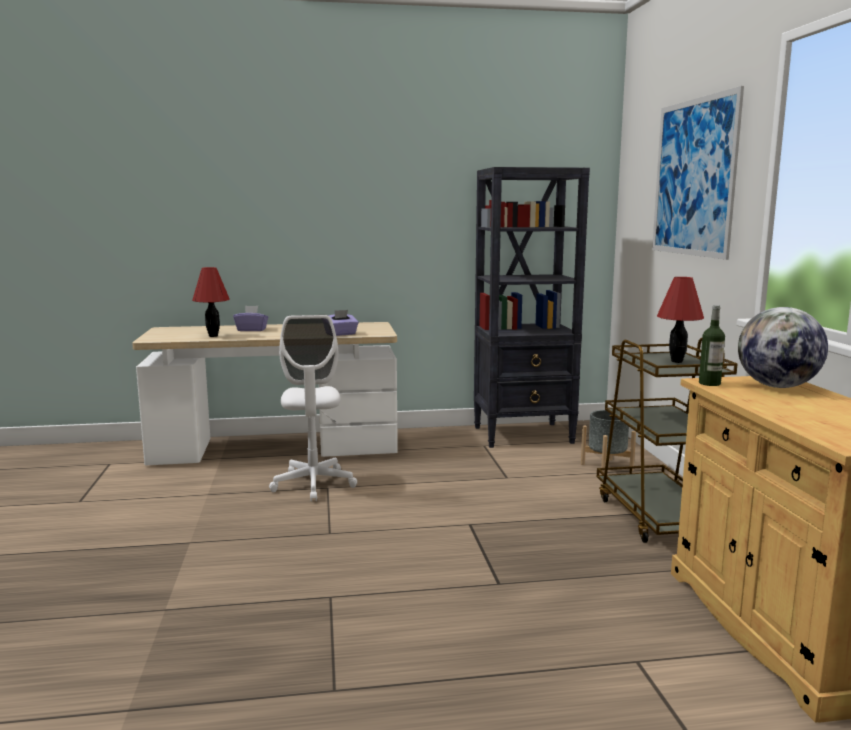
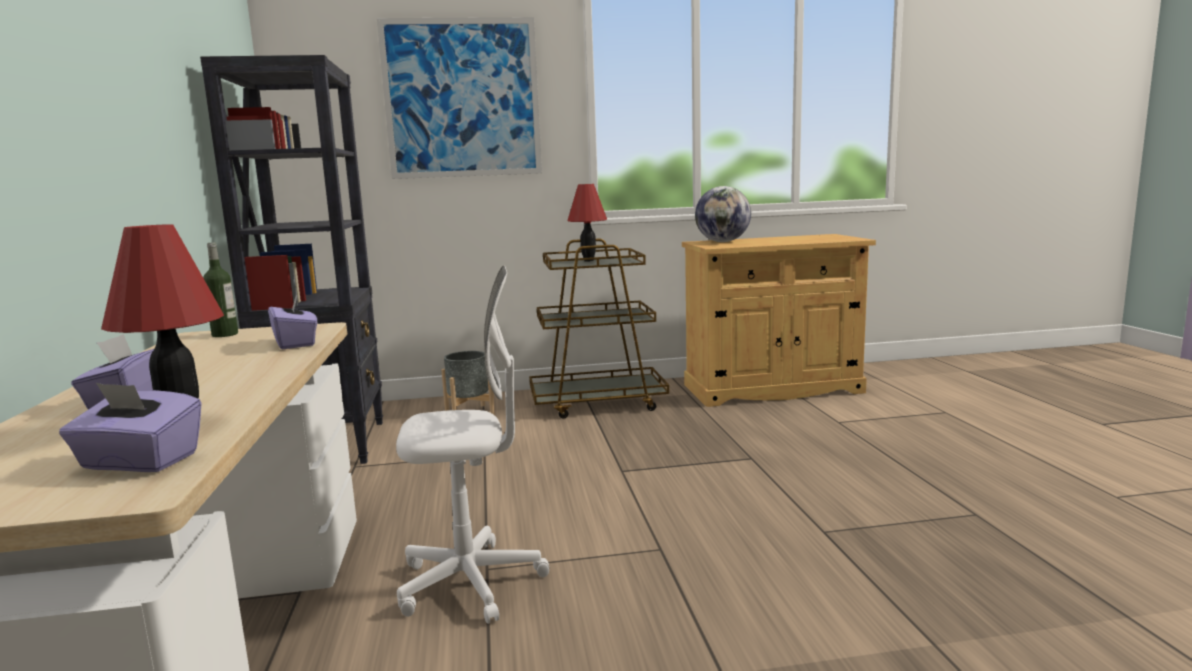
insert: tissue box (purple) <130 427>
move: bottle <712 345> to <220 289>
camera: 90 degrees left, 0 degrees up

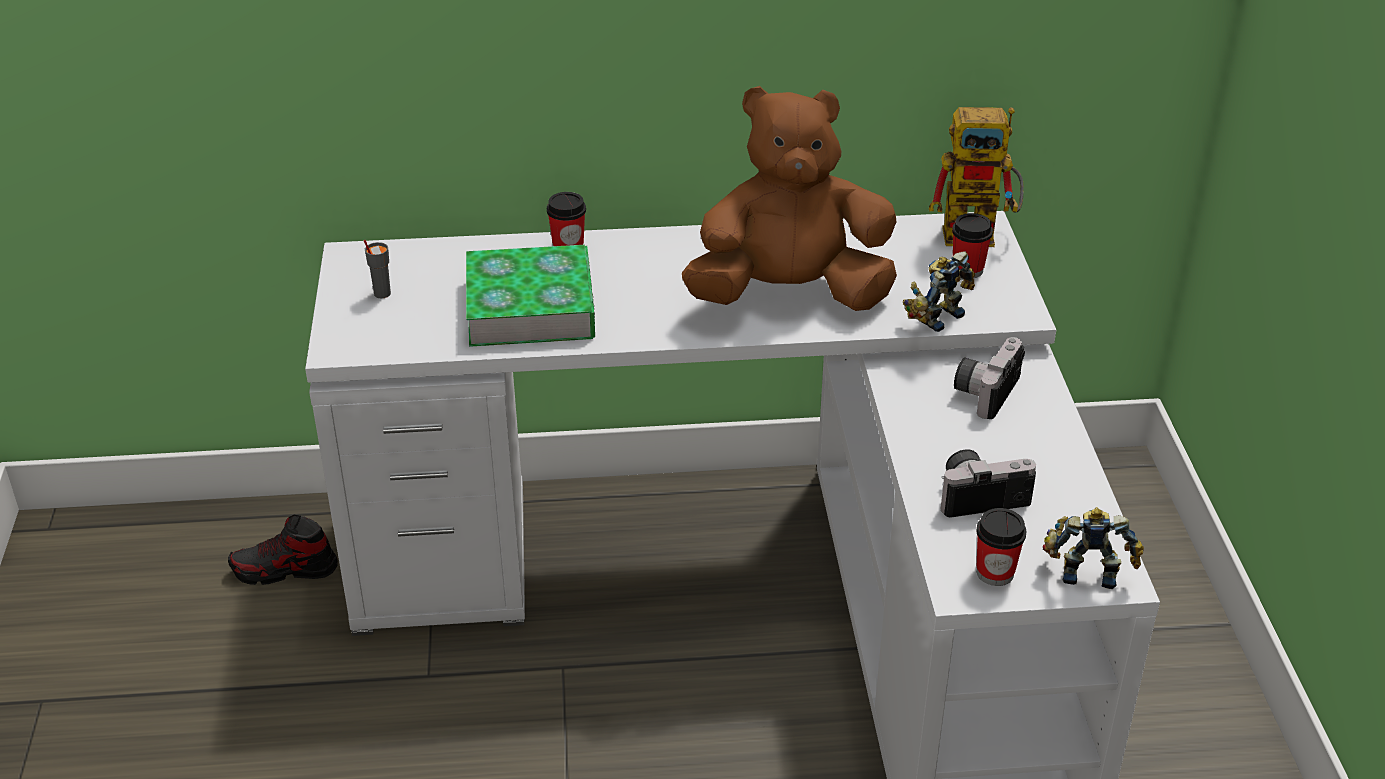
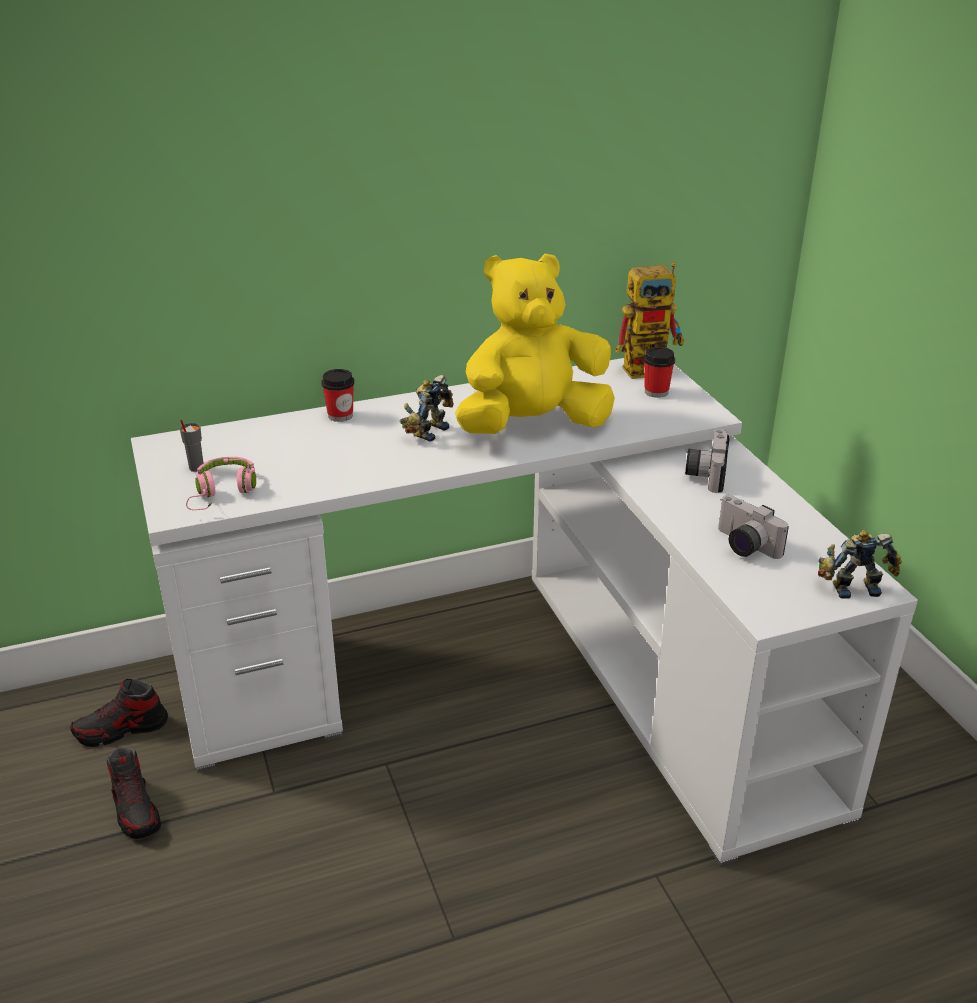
delete: book <530 296>; cup <1001 547>
insert: shoe <133 793>; headphones (pink) <221 483>
move: toy robot <939 291> to <427 408>
recolor: plush toy (brown) <789 198> to plush toy (yellow) <535 344>
rotate: photo camera <988 483> = <753 527> 105 degrees counterclockwise
camera: 15 degrees left, 5 degrees down

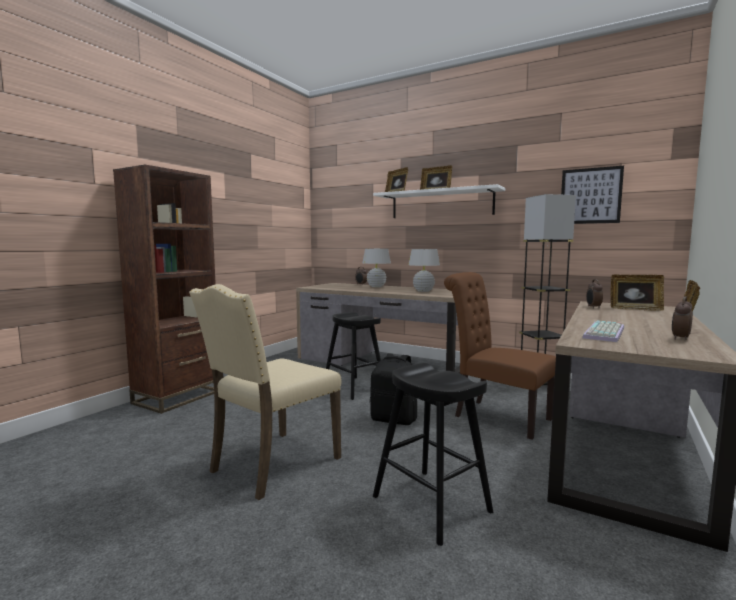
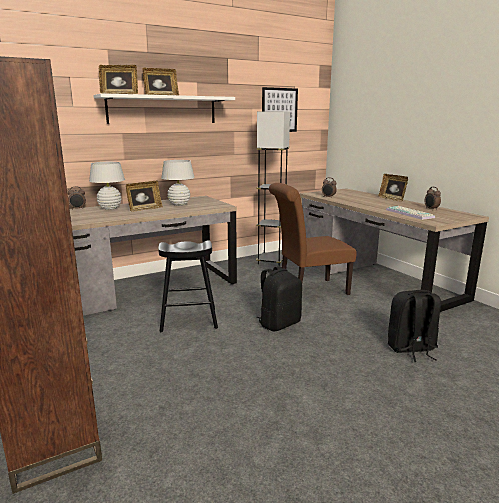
delete: chair (beige) <265 392>
move: picture frame <637 292> to <144 196>
replace: stool (black) <433 454> to backpack (black) <414 326>
camera: 60 degrees left, 10 degrees up

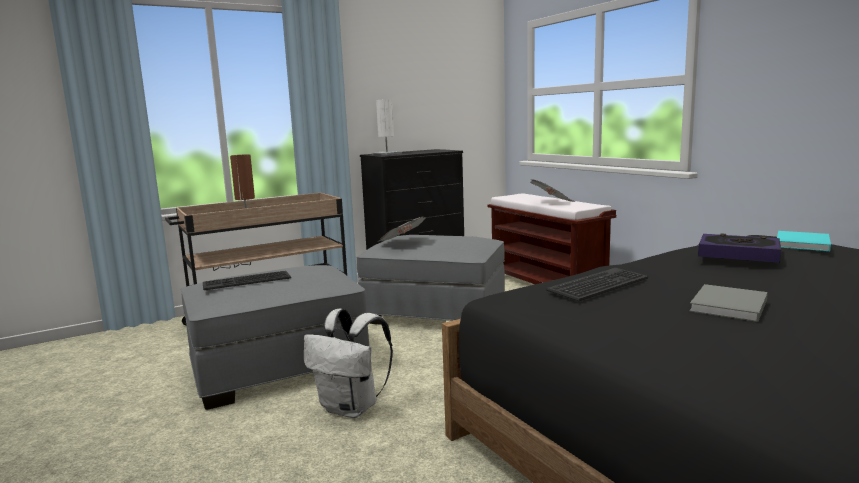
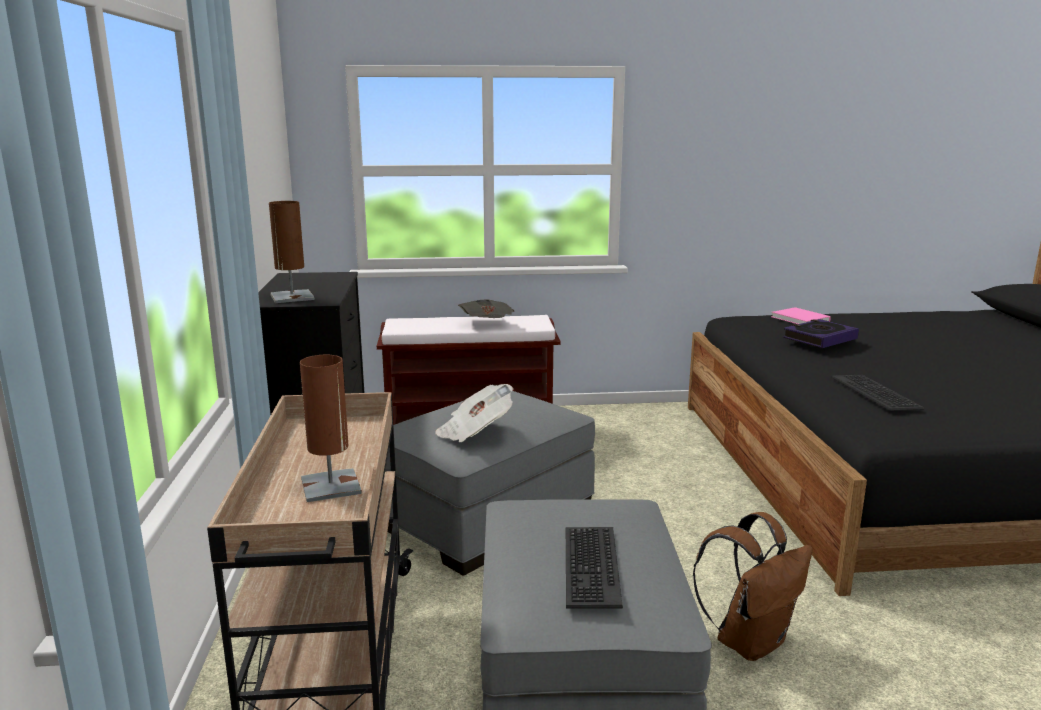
delete: book (grey) <728 303>
recolor: backpack (white) <348 363> to backpack (brown) <753 586>; table lamp (white) <387 127> to table lamp (brown) <291 252>; book (turquoise) <804 241> to book (pink) <801 315>
camera: 65 degrees left, 5 degrees up

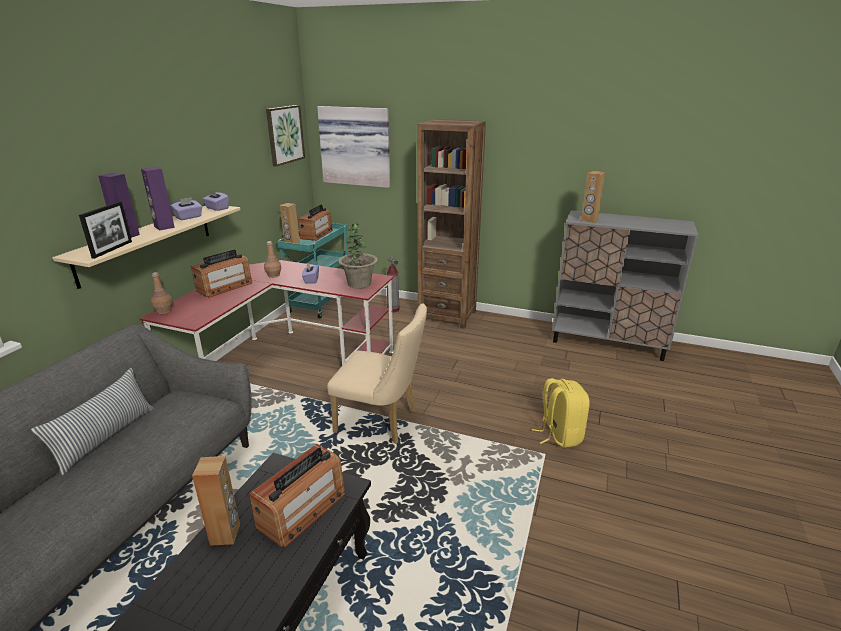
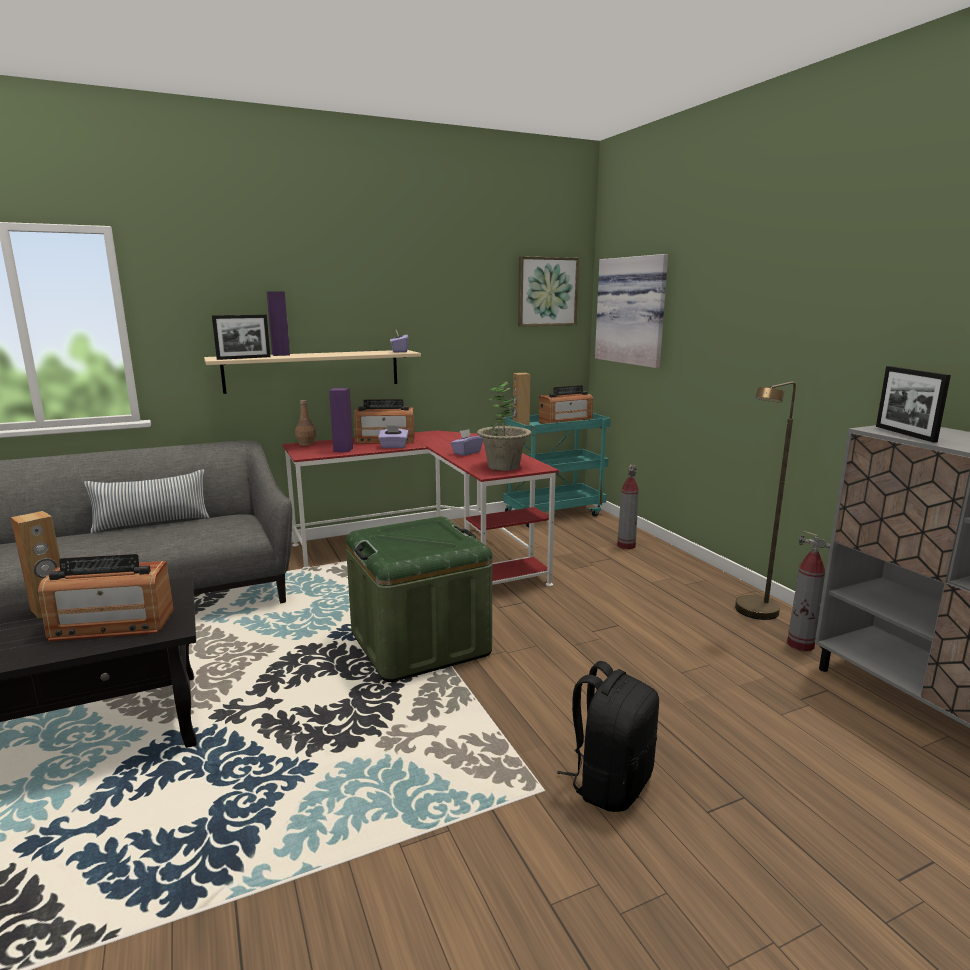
delete: bottle (brown) <272 259>; bookcase (brown) <451 224>
insert: floor lamp (brown) <765 501>; fire extinguisher <808 591>
move: speaker (purple) <158 199> to <341 420>; tissue box (purple) <186 208> to <393 436>
replace: chair (beige) <377 373> to storage box (green) <419 599>; speaker (brown) <593 197> to picture frame <913 404>
recolor: backpack (yellow) <561 413> to backpack (black) <608 736>
camera: 45 degrees right, 10 degrees down

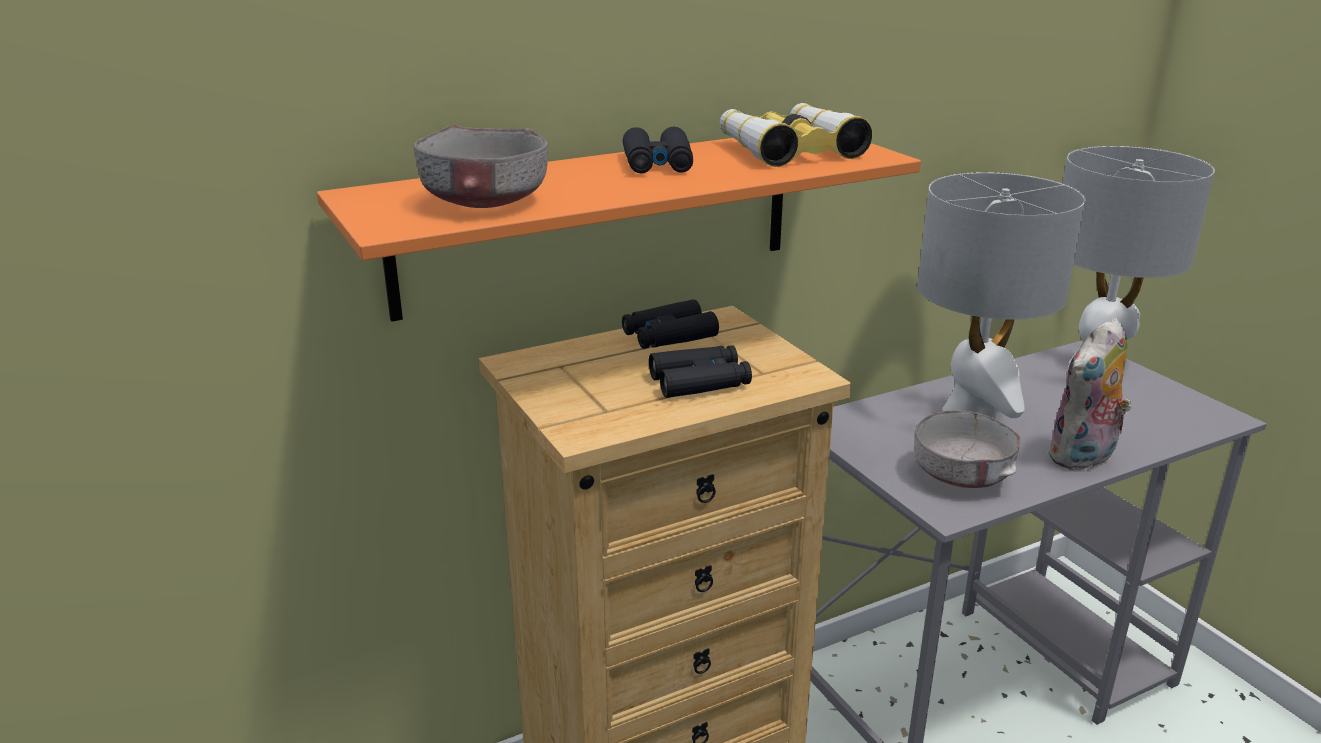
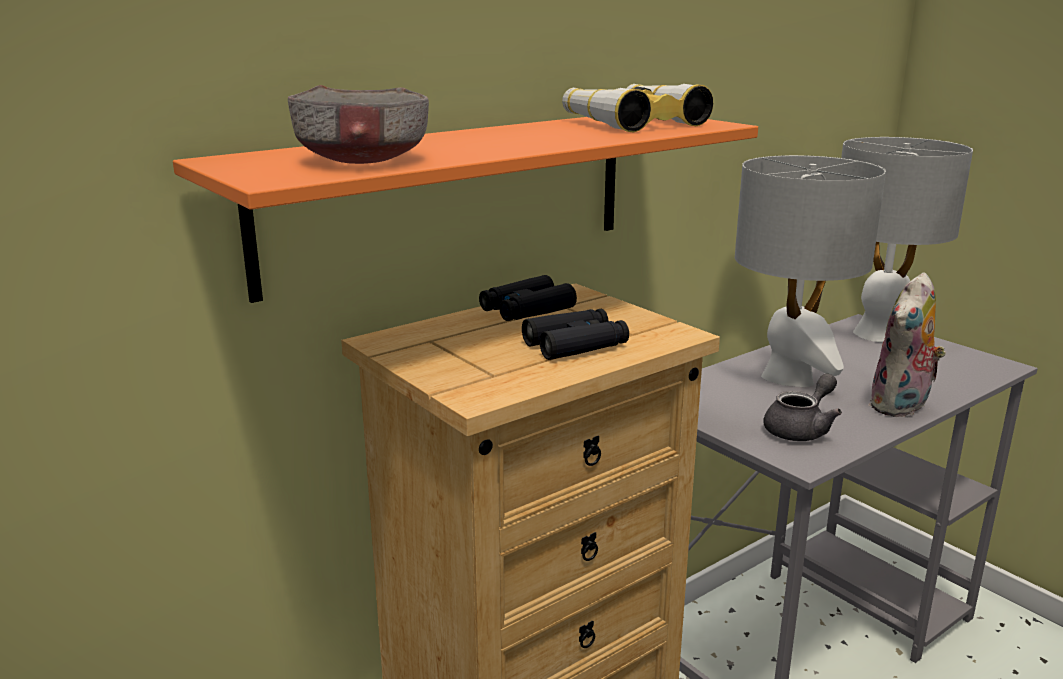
delete: binoculars (black) <658 150>
replace: bowl (grey) <967 449> to teapot (grey) <802 407>
camera: 10 degrees left, 5 degrees down

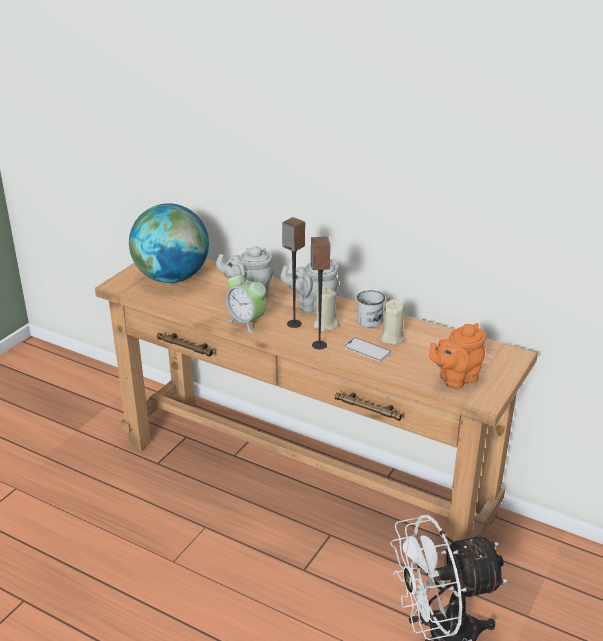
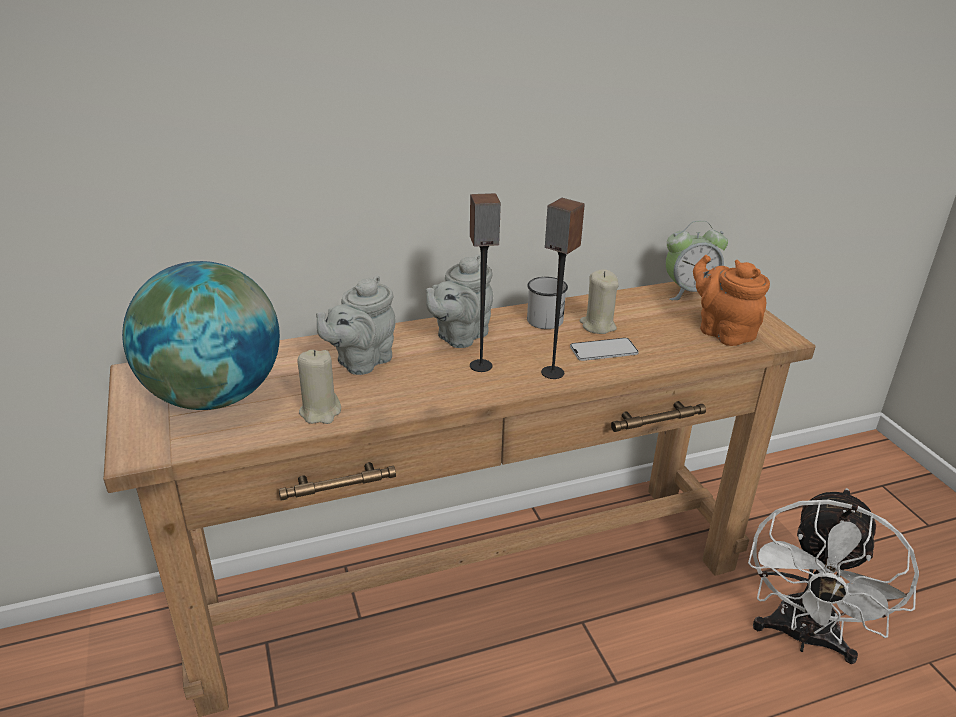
move: alarm clock <246 302> to <697 260>; candle (beige) <326 310> to <319 387>
rotate: teapot (orange) <457 356> = <731 300> 135 degrees clockwise
camera: 50 degrees left, 0 degrees up

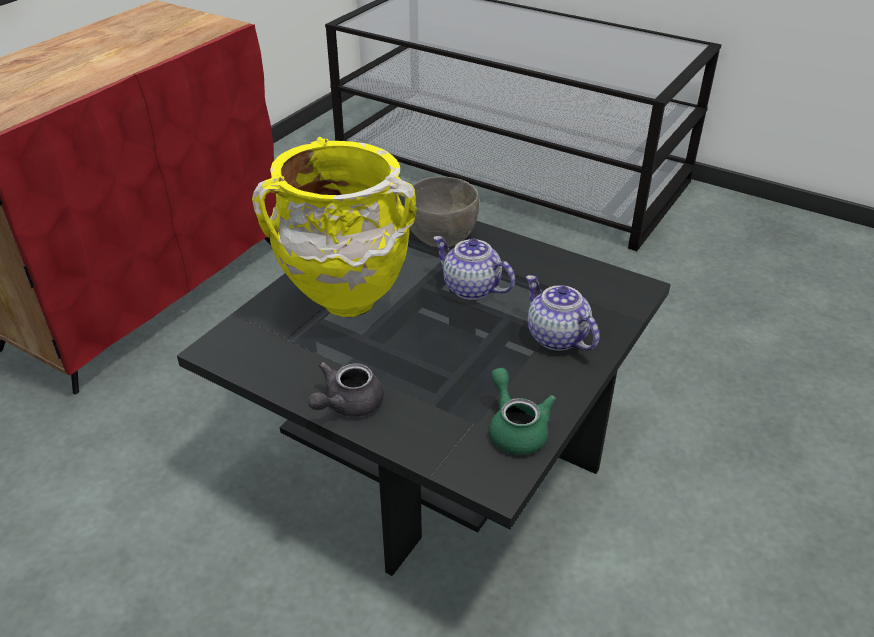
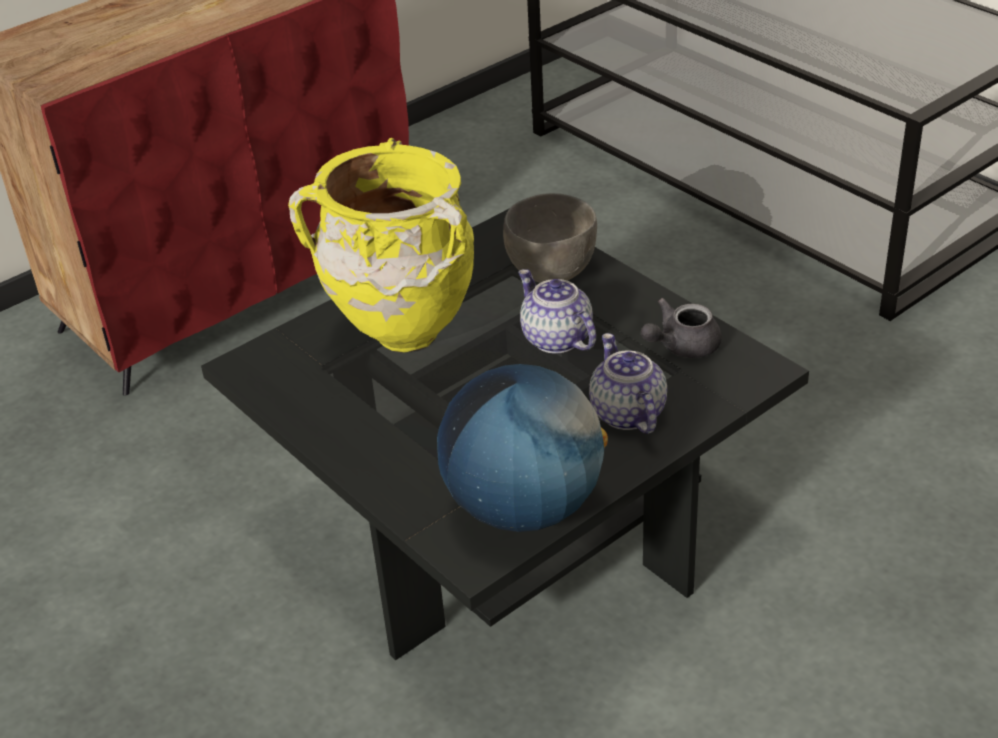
move: teapot (grey) <346 389> to <681 328>
replace: teapot (green) <523 411> to globe <522 448>
camera: 20 degrees right, 0 degrees up

